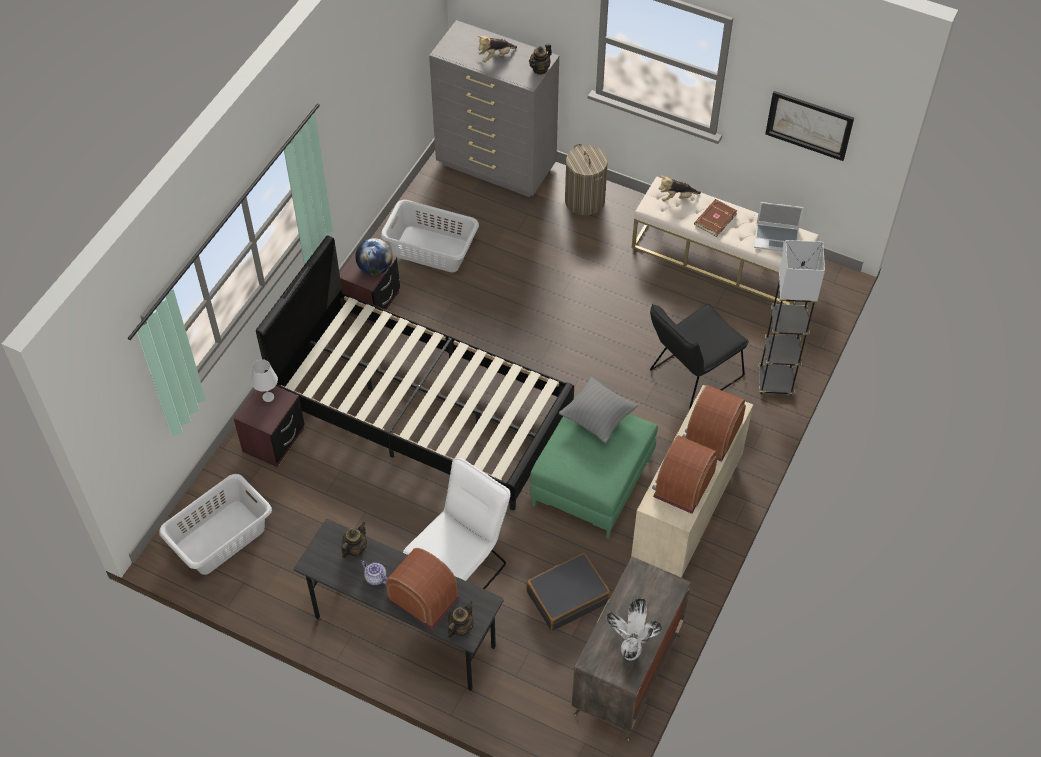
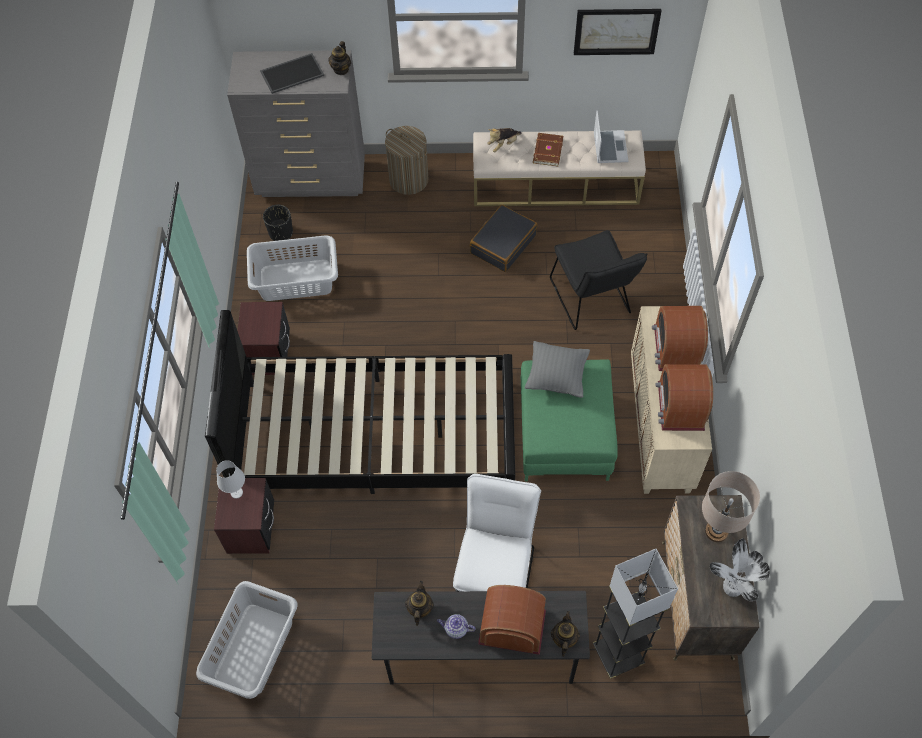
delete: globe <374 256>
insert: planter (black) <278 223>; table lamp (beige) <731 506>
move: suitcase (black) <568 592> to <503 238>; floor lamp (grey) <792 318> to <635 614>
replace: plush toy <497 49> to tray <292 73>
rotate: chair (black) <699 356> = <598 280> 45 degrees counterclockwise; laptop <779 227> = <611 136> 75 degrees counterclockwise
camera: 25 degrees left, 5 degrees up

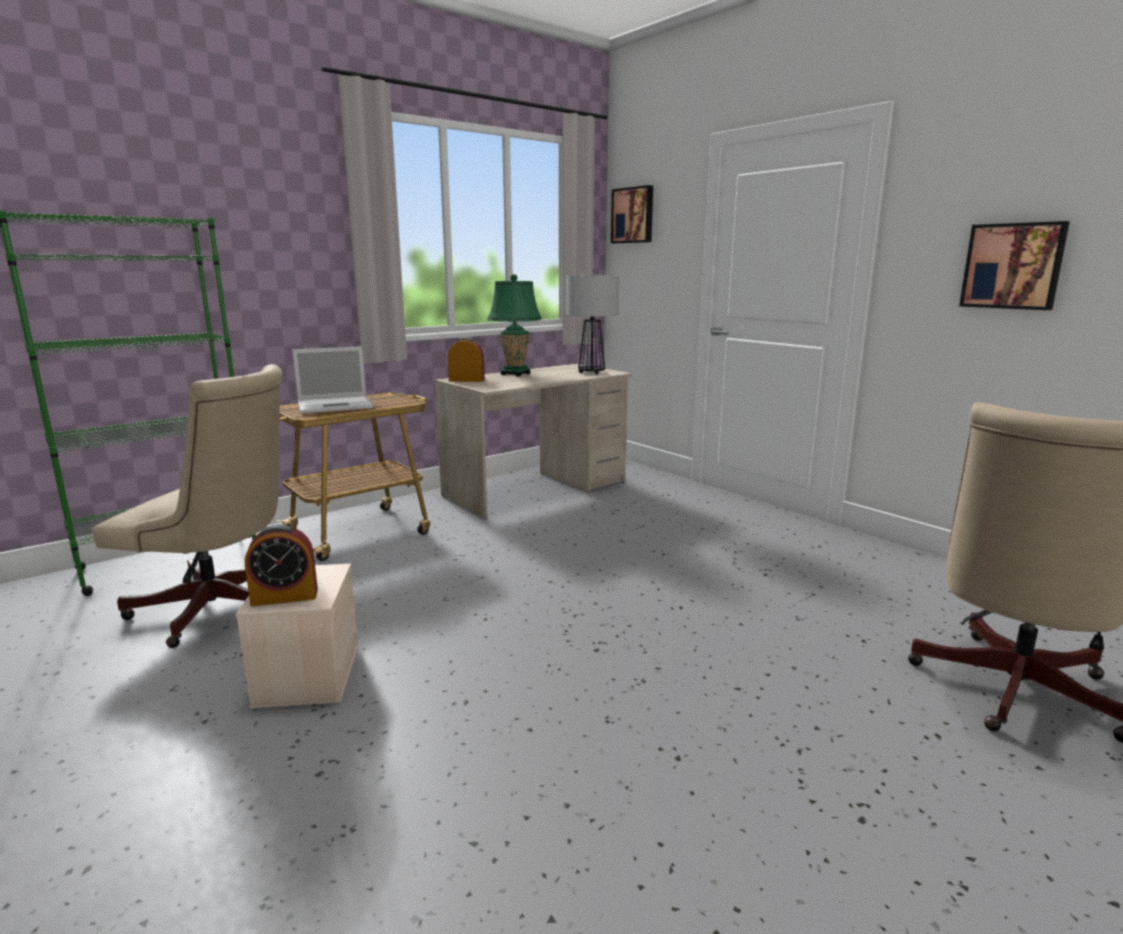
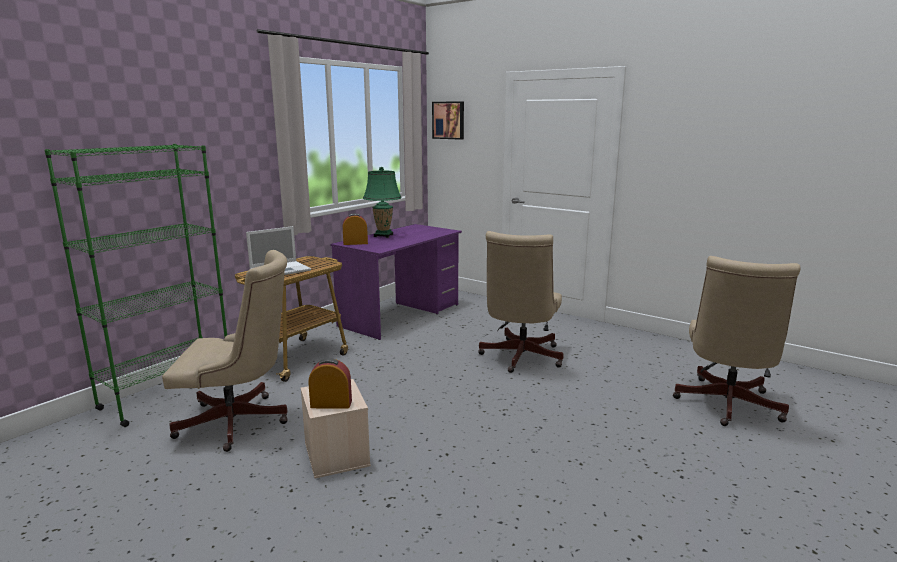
delete: table lamp <593 324>; picture <1014 265>
insert: office chair (beige) <520 302>
recolor: desk (beige) <533 441> to desk (purple) <396 282>
rotate: alarm clock <281 565> = <330 383> 150 degrees counterclockwise
camera: 15 degrees left, 0 degrees up

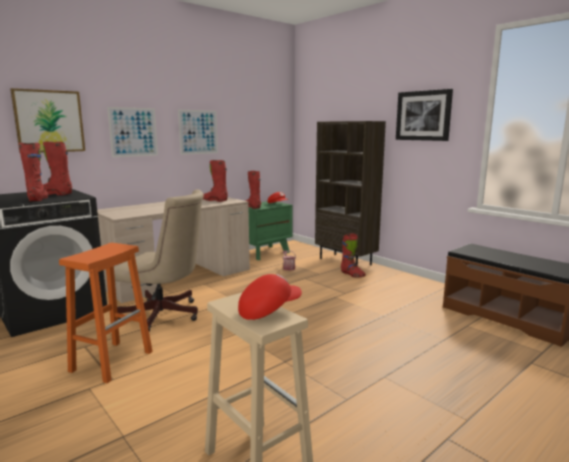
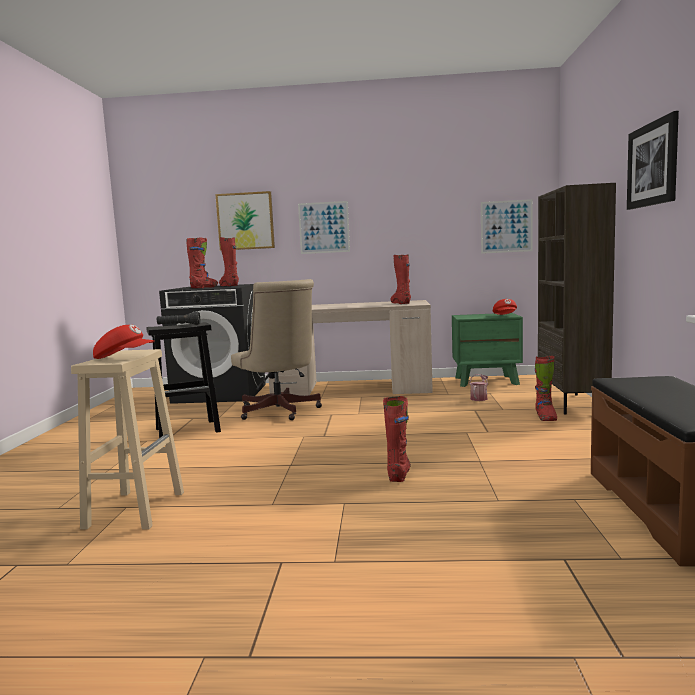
insert: flashlight (black) <178 318>
move: picture <198 132> to <507 226>; boot (red) <253 190> to <397 439>
recolor: stool (orange) <106 313> to stool (black) <183 380>
camera: 45 degrees right, 5 degrees down

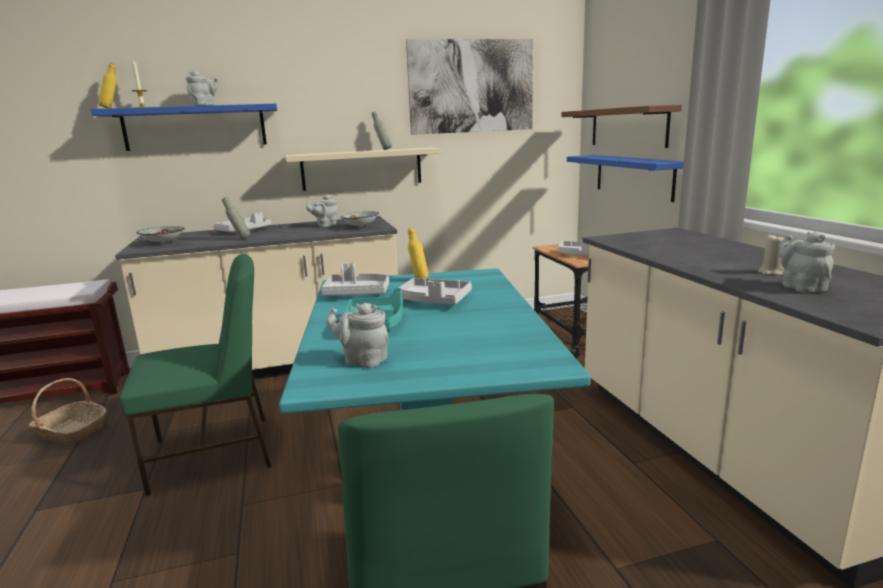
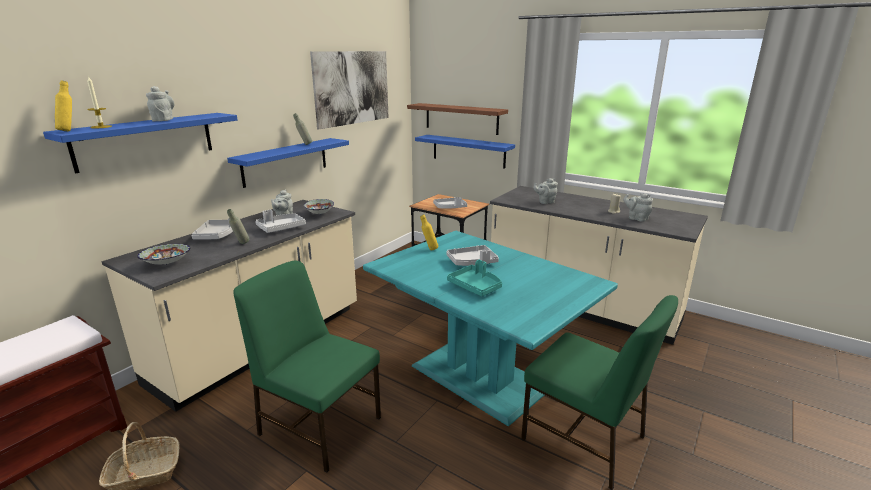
move: tray (grey) <355 279> to <280 221>; teapot (grey) <357 335> to <546 191>
recolor: shelf (beige) <362 169> to shelf (blue) <288 163>
rotate: chair (green) <195 375> = <307 366> 90 degrees counterclockwise
camera: 40 degrees left, 5 degrees up

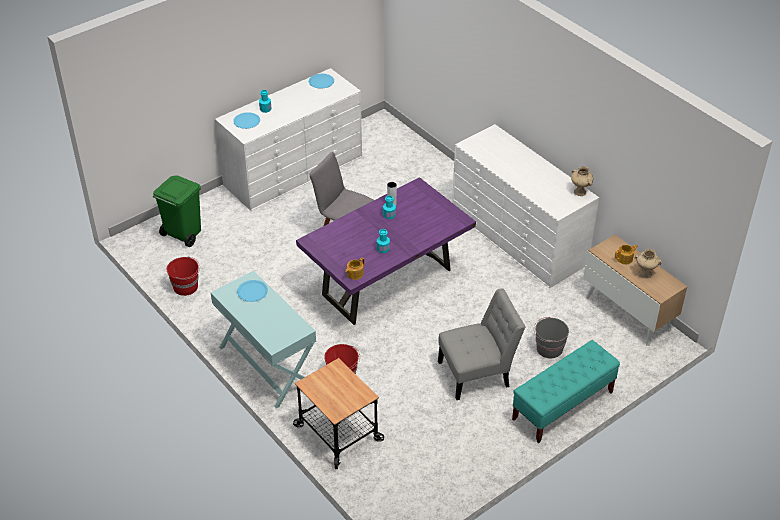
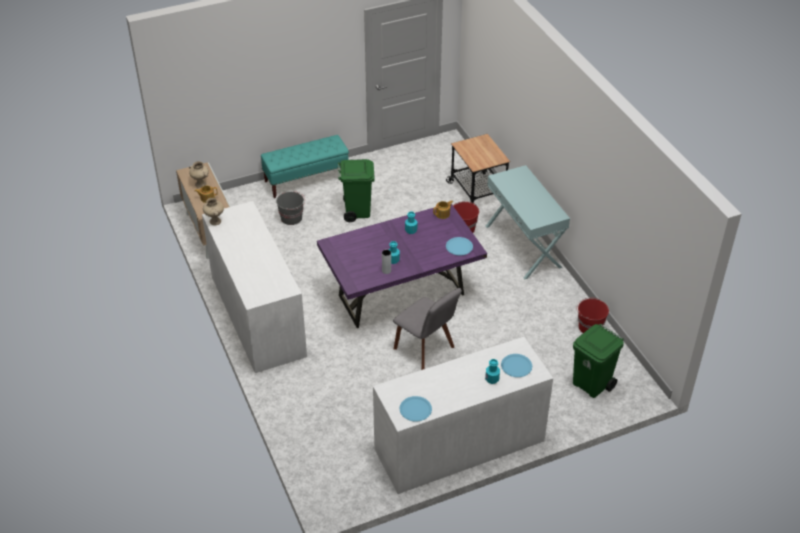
move: plate (blue) <252 291> to <459 246>
replace: chair (grey) <481 344> to trash can (green) <356 190>
camera: 165 degrees left, 0 degrees up

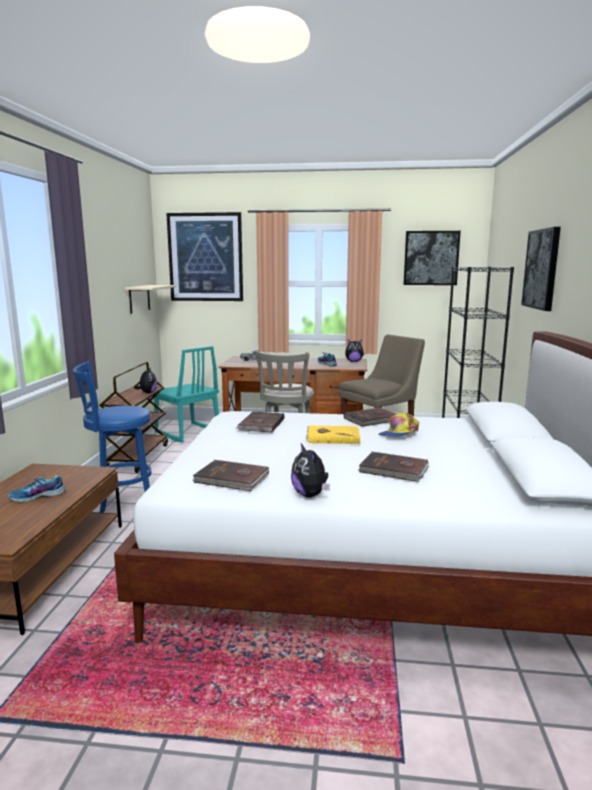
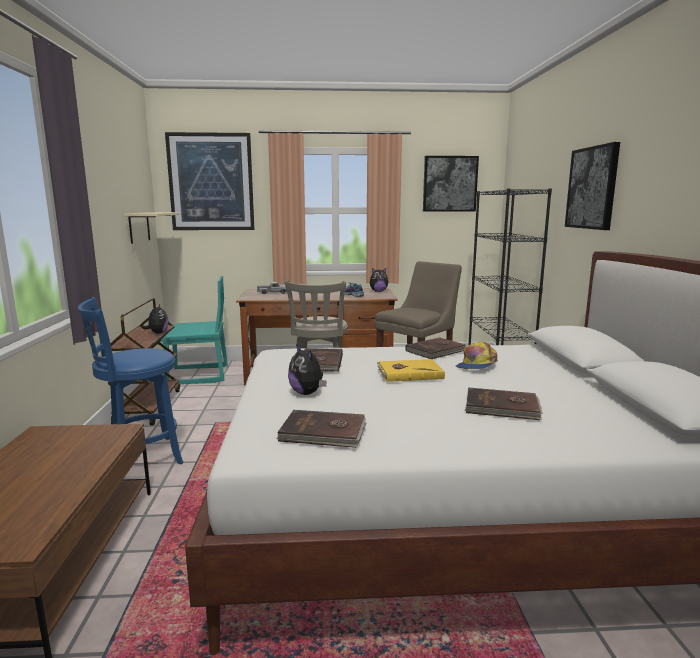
delete: shoe <36 489>
move: plush toy <310 470> to <307 369>
rotate: chair (turquoise) <186 394> = <194 330> 45 degrees counterclockwise
camera: 10 degrees left, 0 degrees up

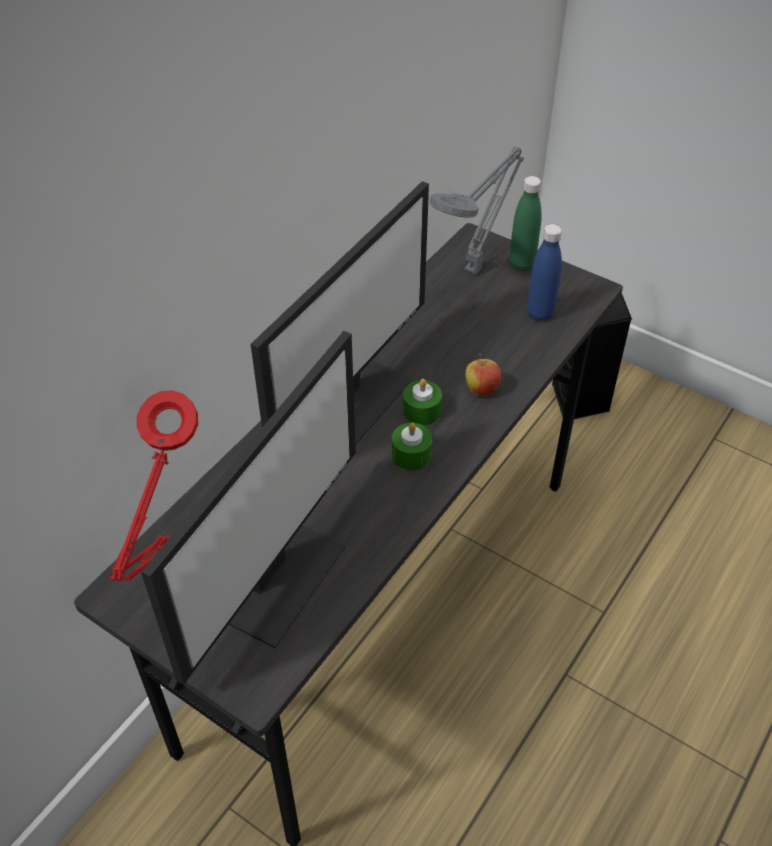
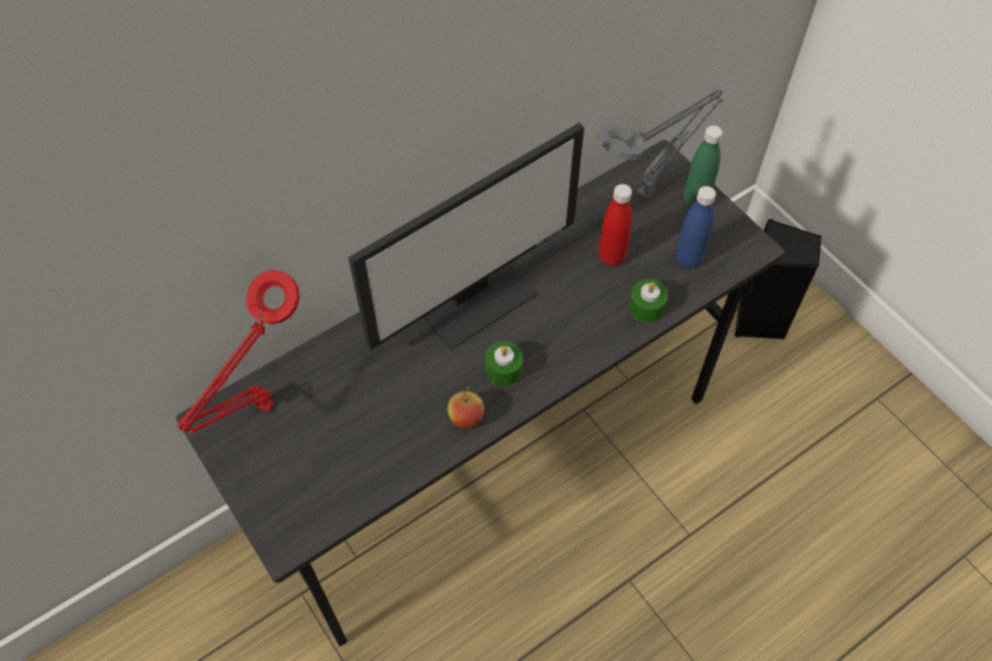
delete: monitor <248 507>
insert: bottle (red) <615 225>
move: candle (green) <422 402> to <648 300>; apple <483 375> to <466 408>
camera: 20 degrees right, 10 degrees up

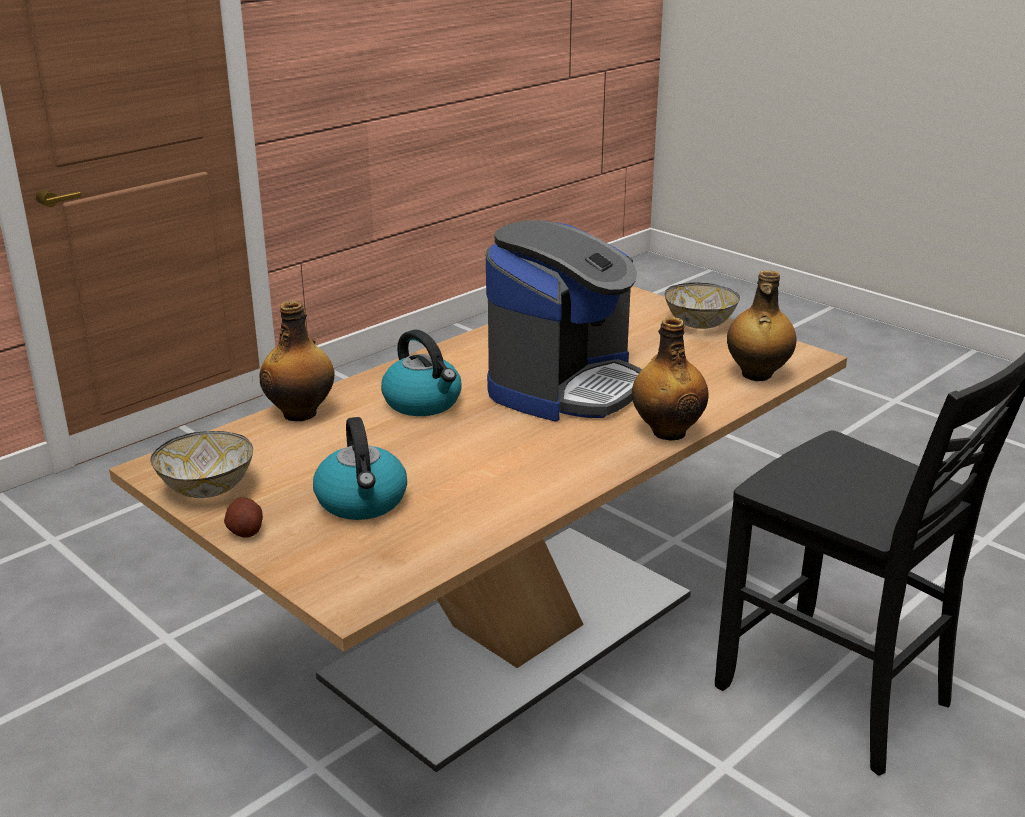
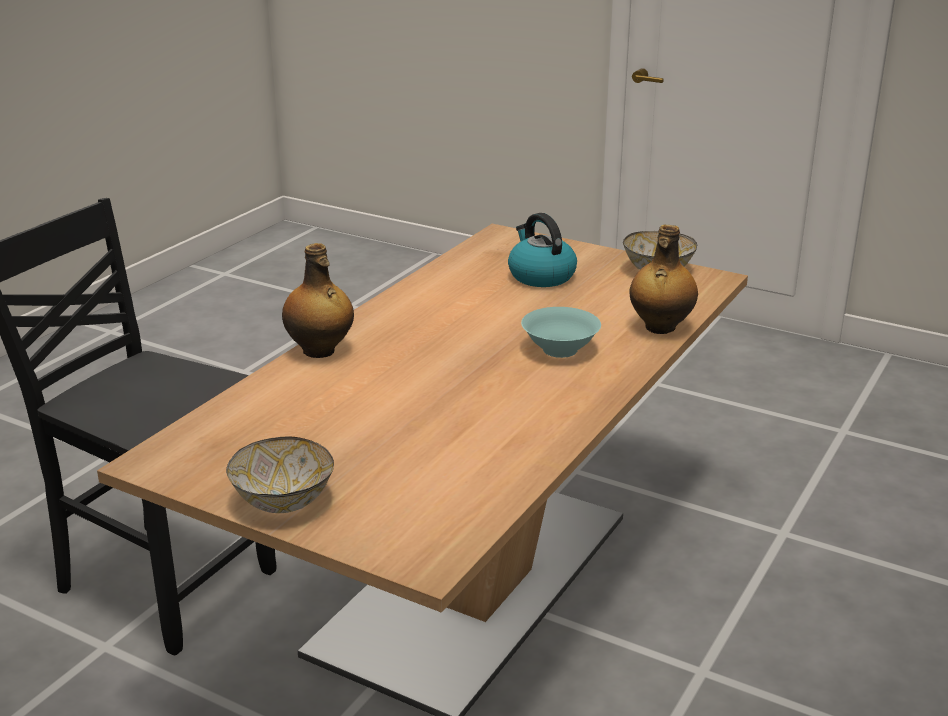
delete: potato <243 517>; coffee machine <564 321>; bottle <761 326>
replace: kettle <421 373> to bowl (turquoise) <561 332>
camera: 165 degrees right, 0 degrees up

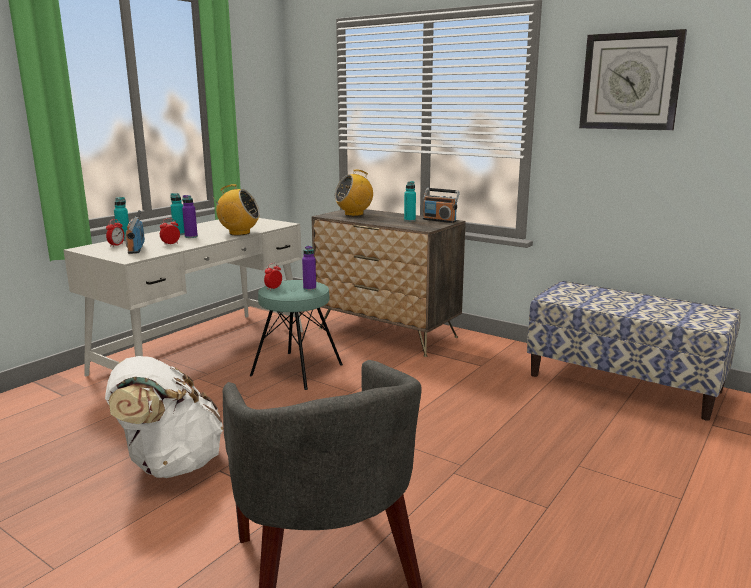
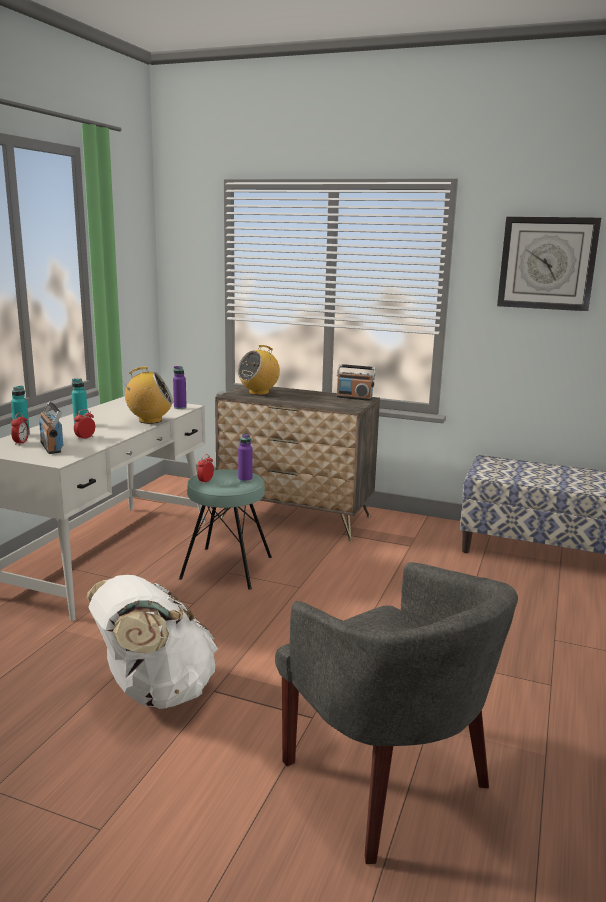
delete: bottle (turquoise) <410 201>
move: bottle (purple) <190 216> to <180 387>
camera: 15 degrees left, 0 degrees up

